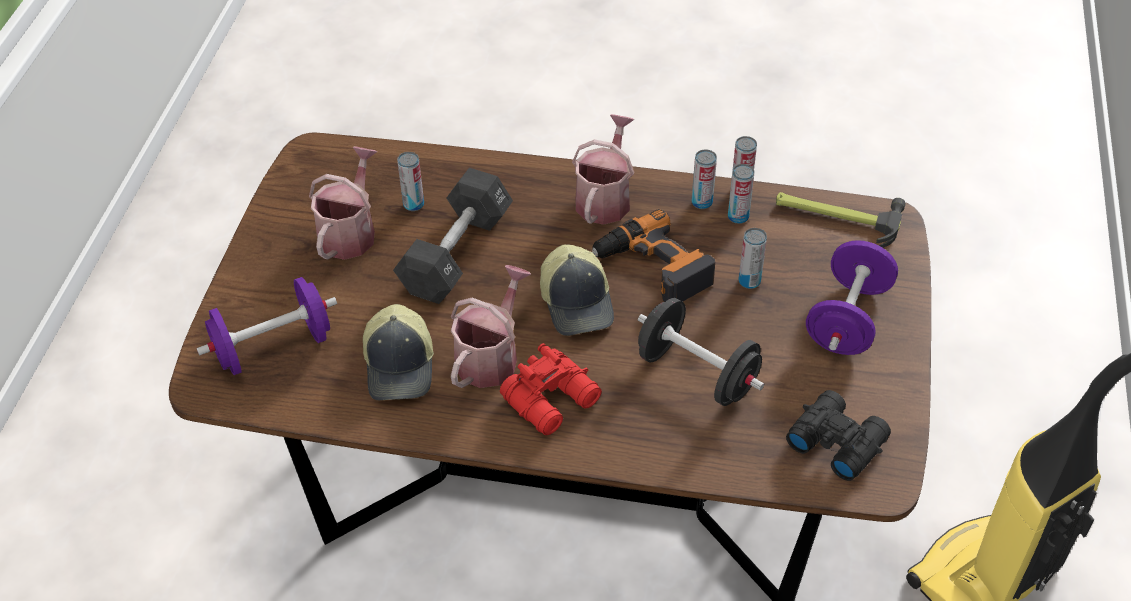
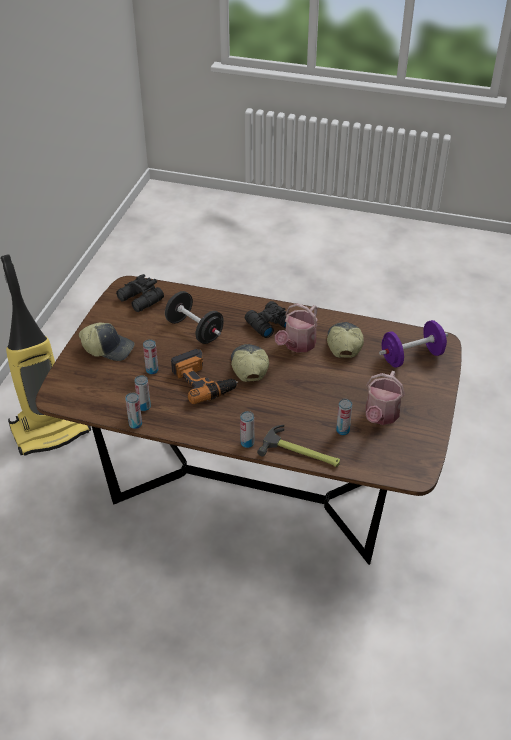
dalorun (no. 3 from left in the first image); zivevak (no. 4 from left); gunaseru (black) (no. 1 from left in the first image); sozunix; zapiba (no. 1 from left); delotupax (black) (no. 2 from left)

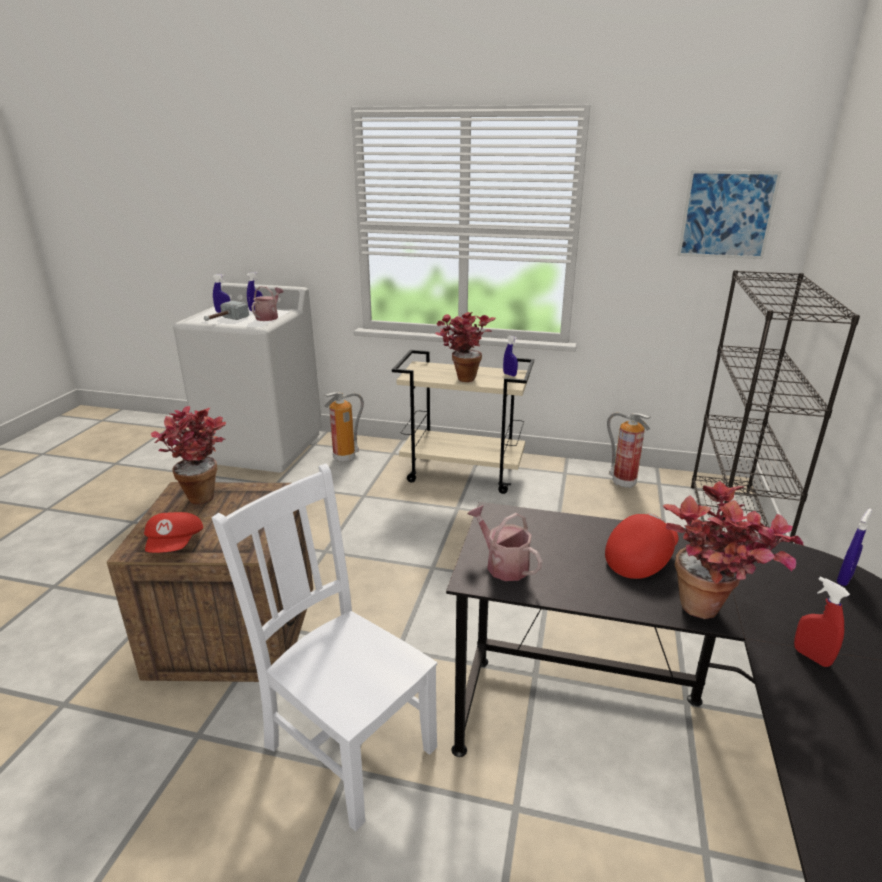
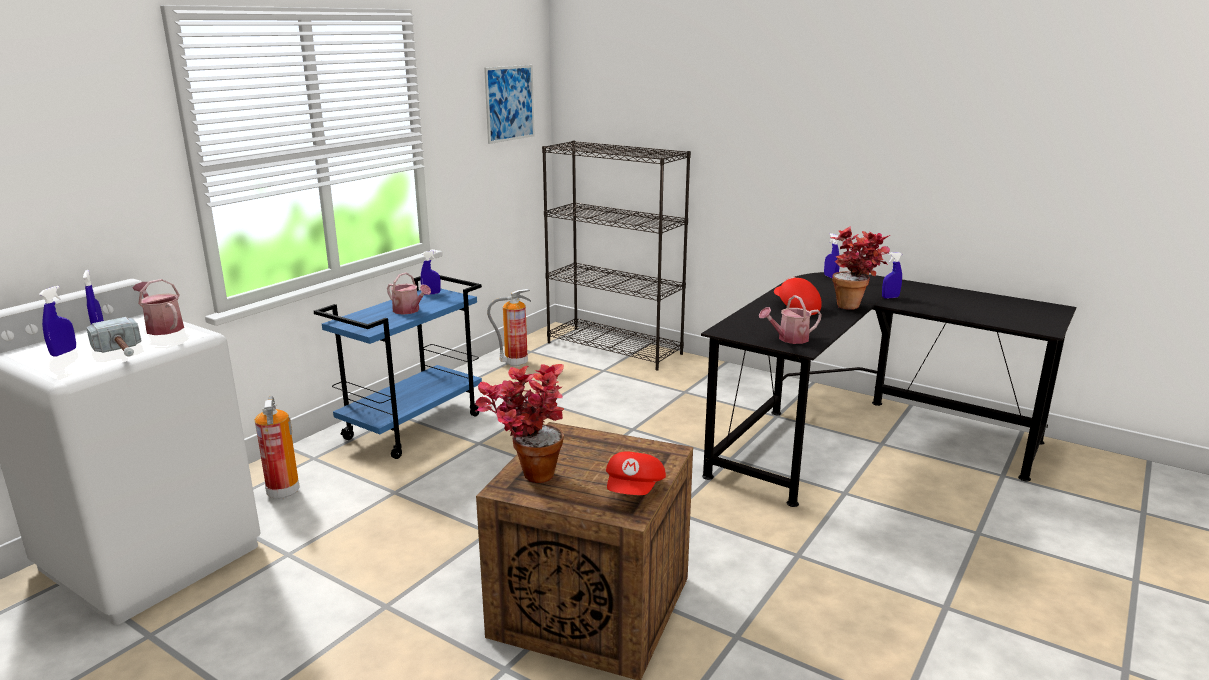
dalorun (no. 2 from left); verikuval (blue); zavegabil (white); zapiba (red) (no. 1 from left); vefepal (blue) (no. 5 from left)

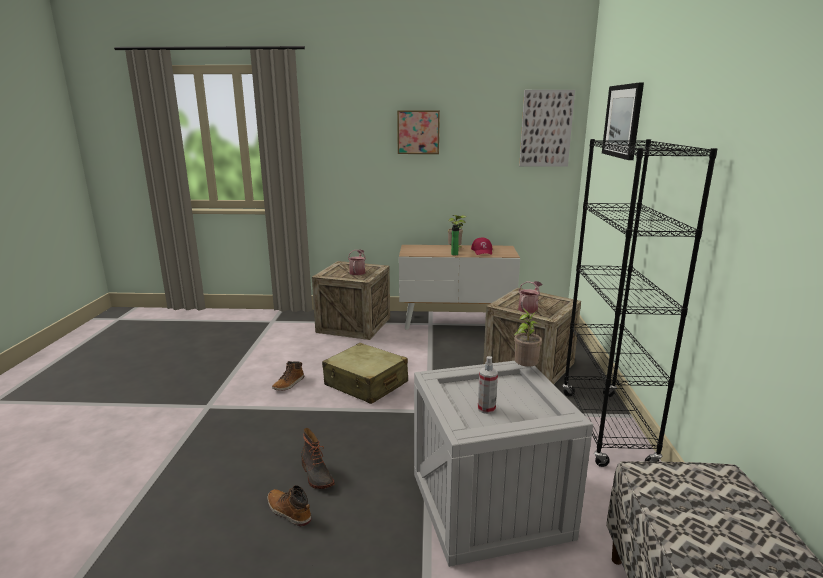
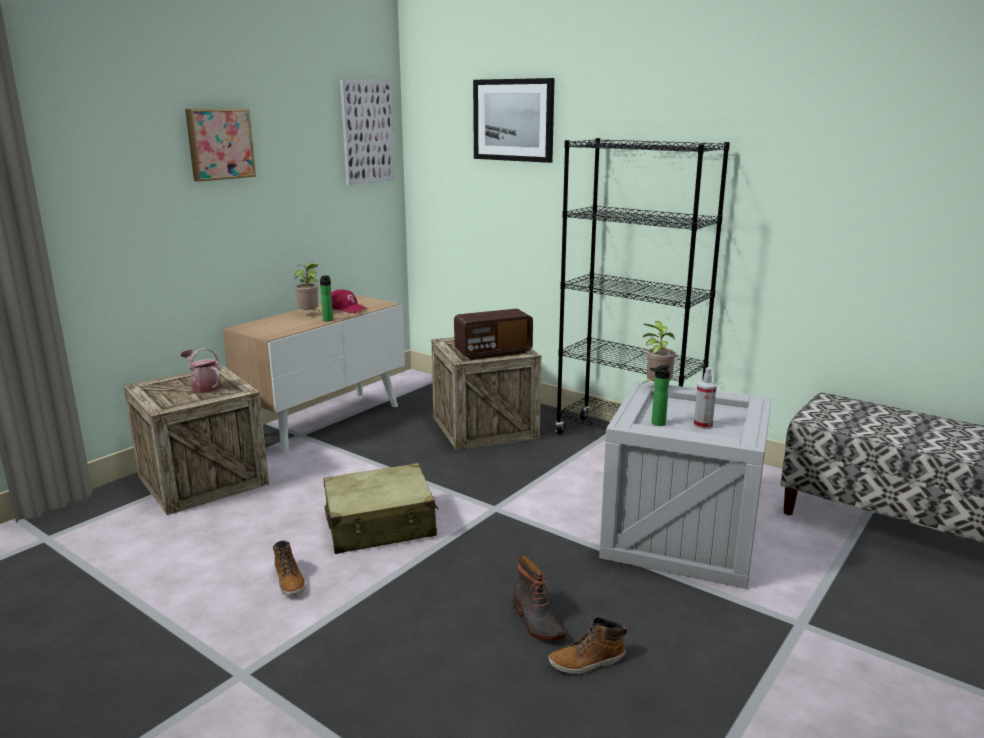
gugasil; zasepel (no. 2 from left); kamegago (no. 2 from left)

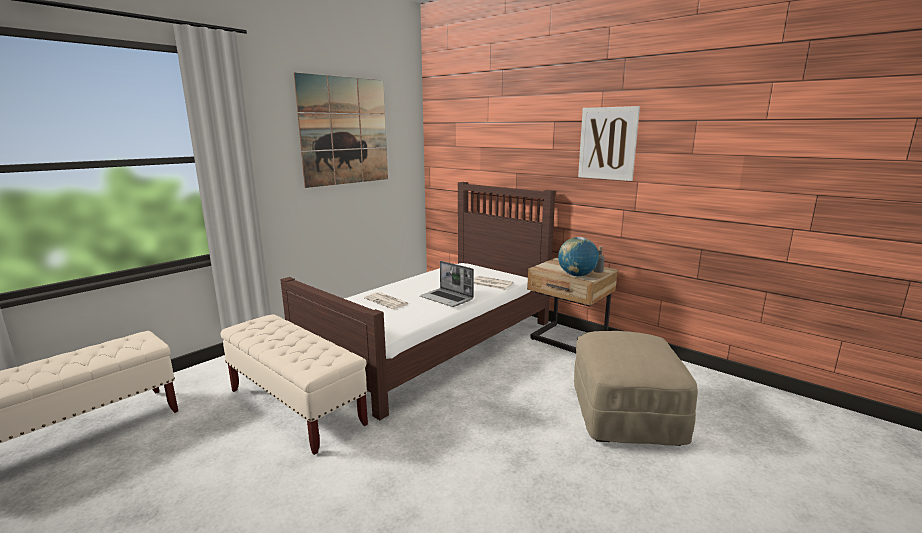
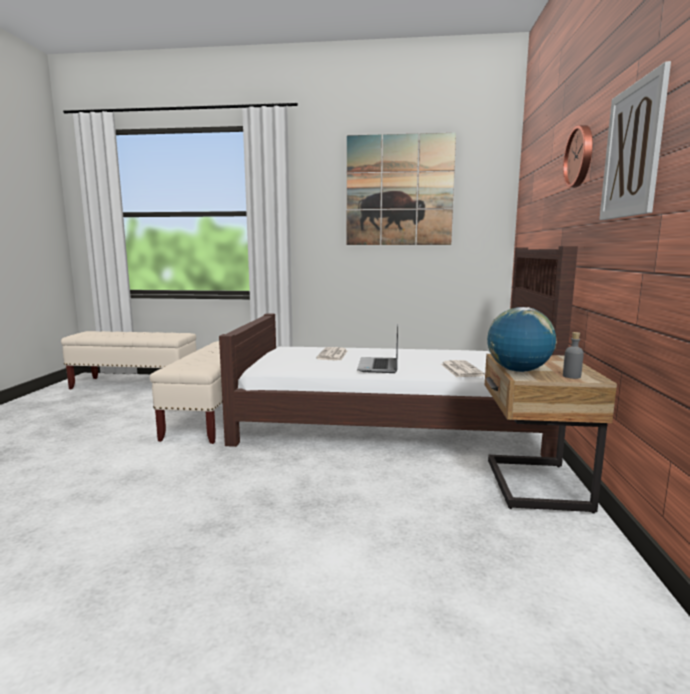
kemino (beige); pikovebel

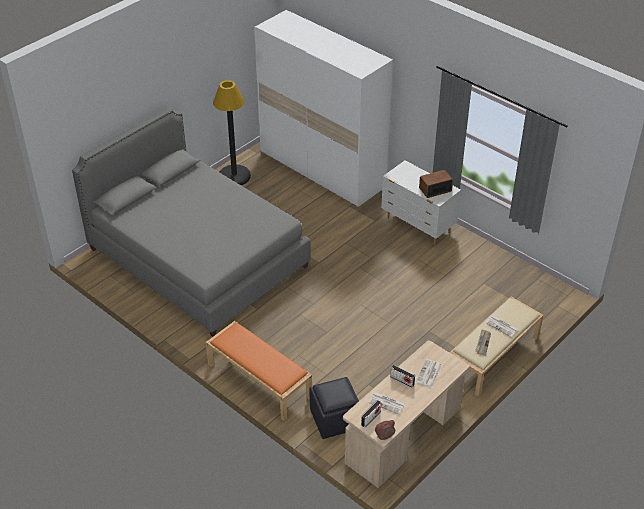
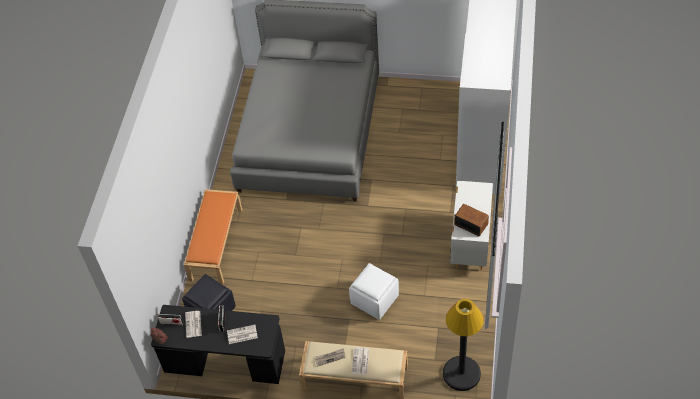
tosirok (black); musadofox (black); kemino (white)

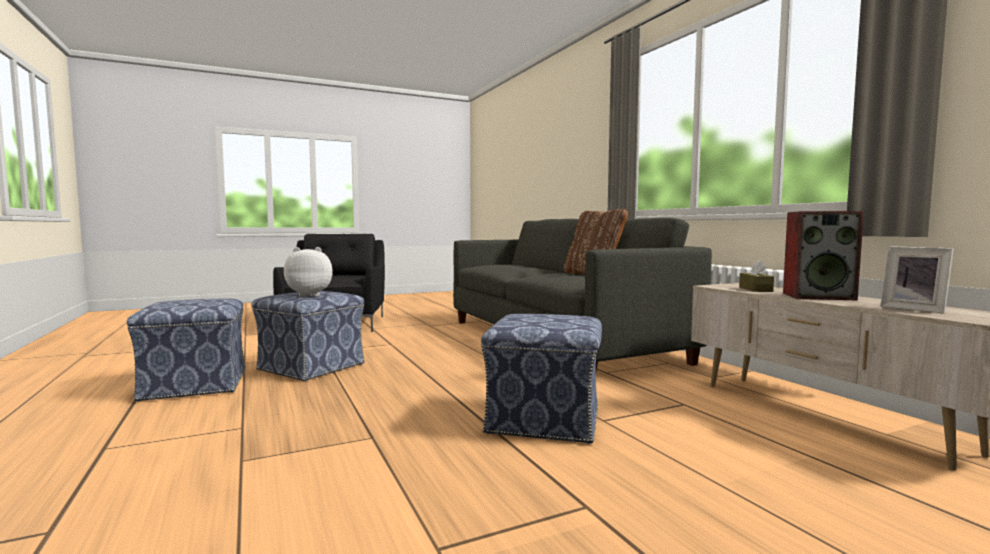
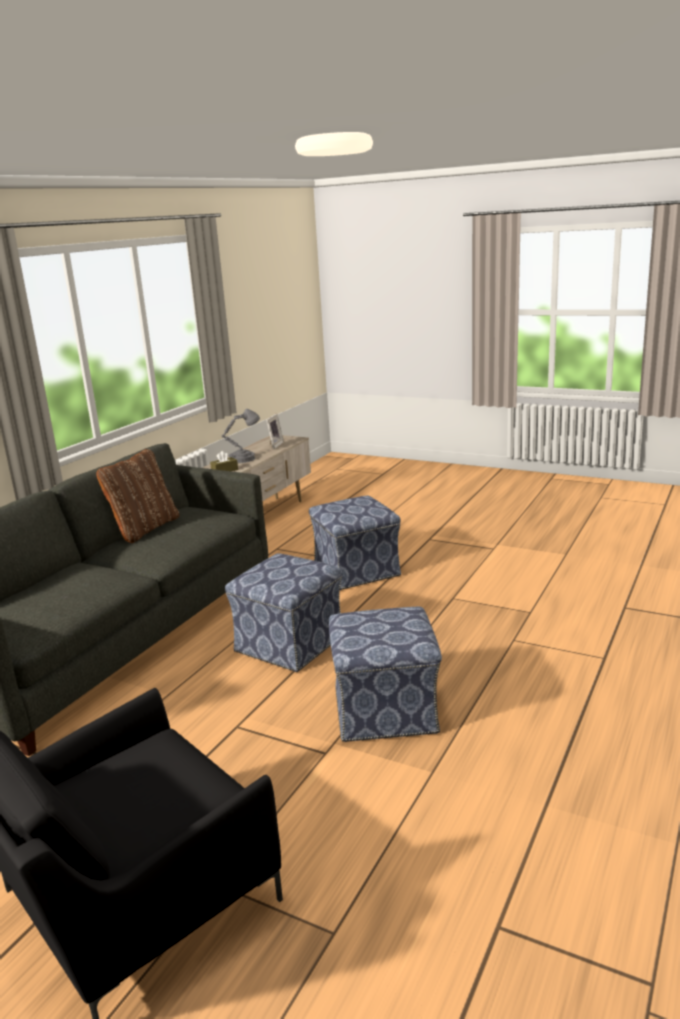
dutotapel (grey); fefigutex; kemino (no. 1 from left)

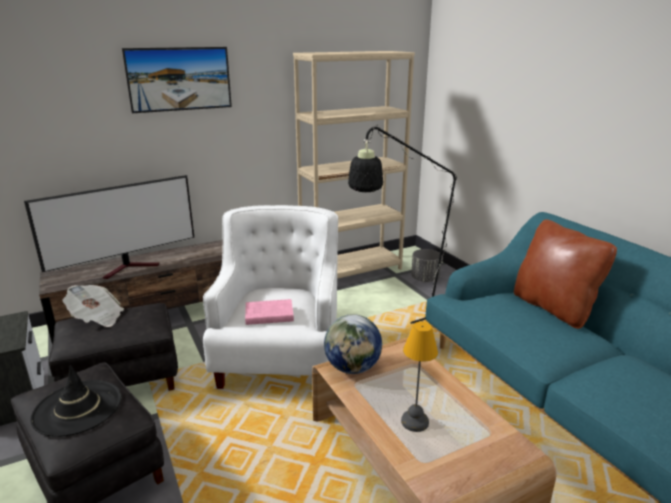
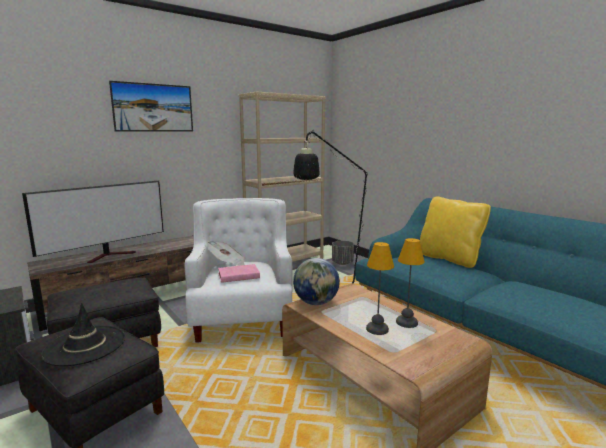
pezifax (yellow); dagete; dutotapel (no. 2 from left)

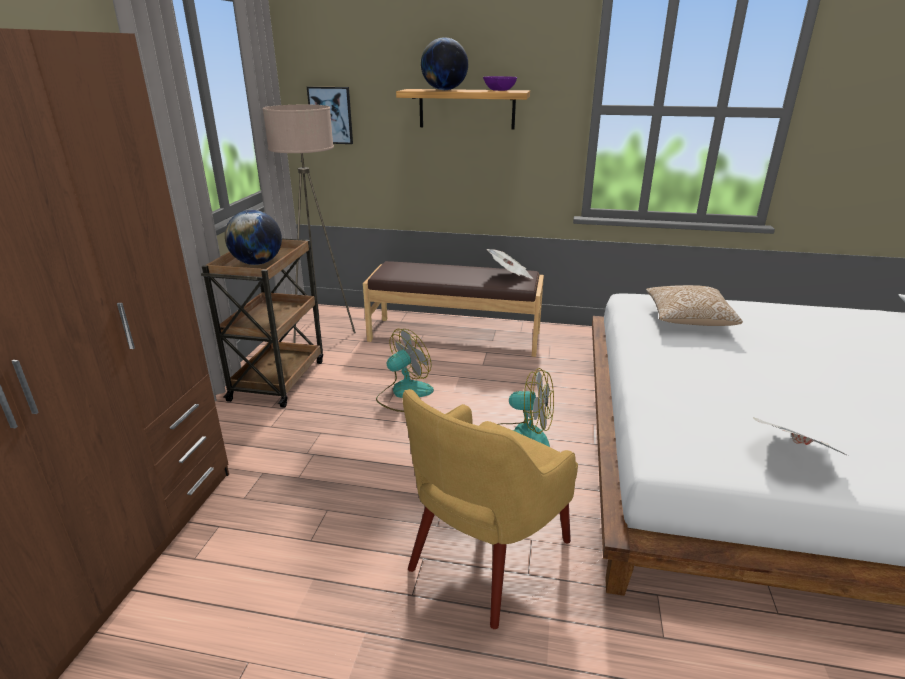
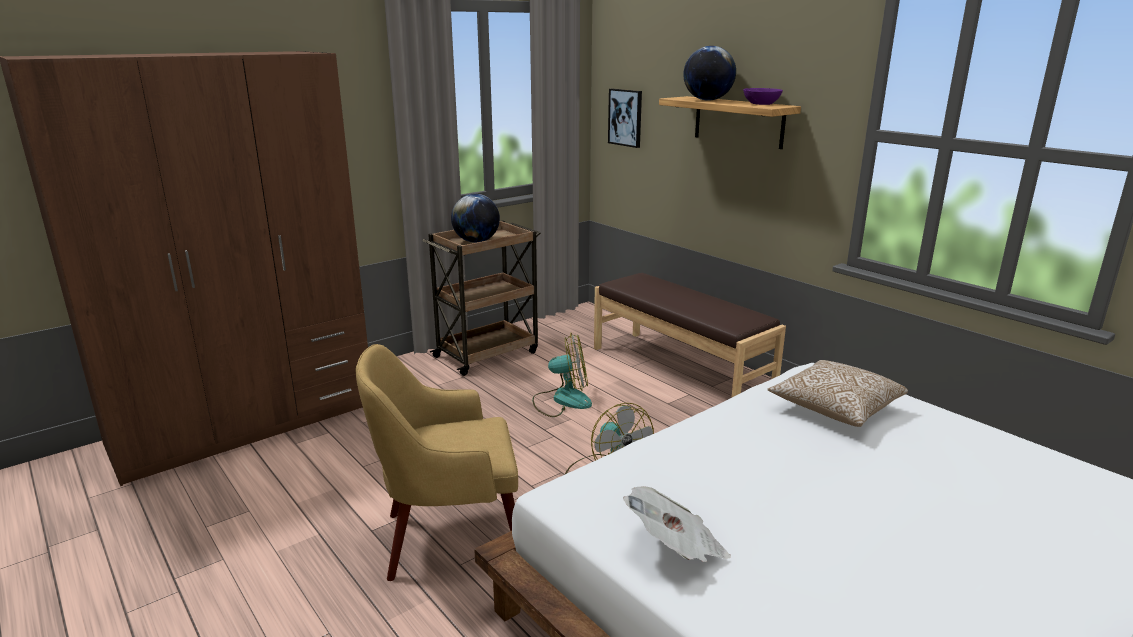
tosirok (beige); dagete (no. 1 from left in the first image)

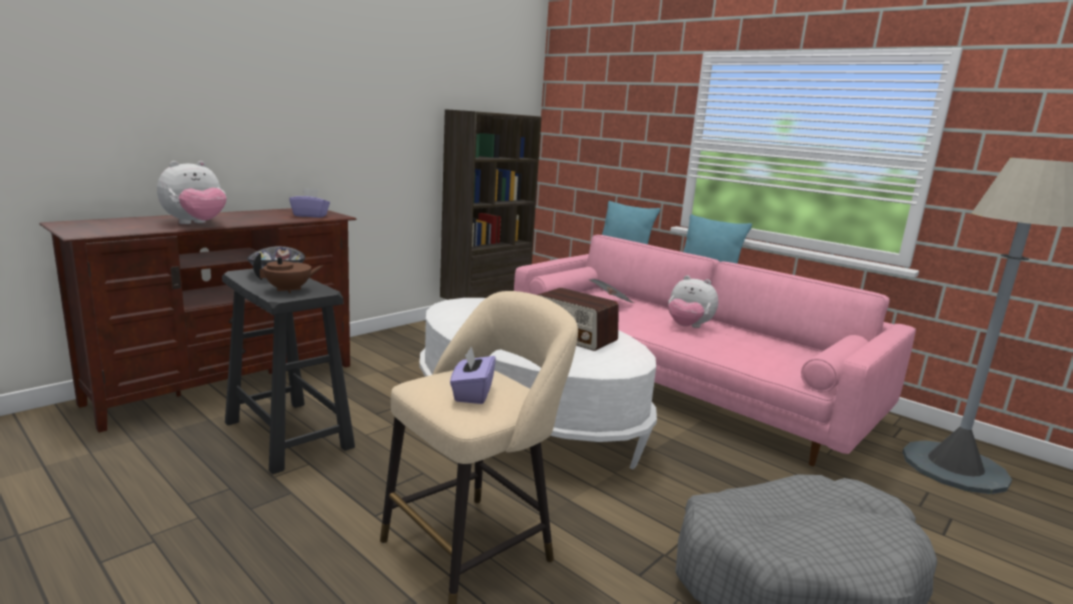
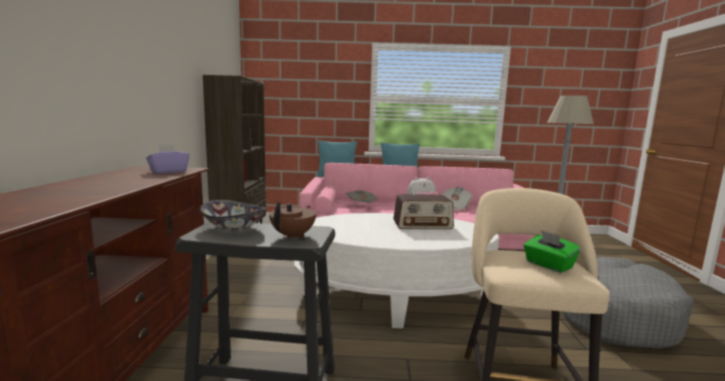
fefigutex (no. 1 from left in the first image); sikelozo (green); dagete (no. 2 from left)

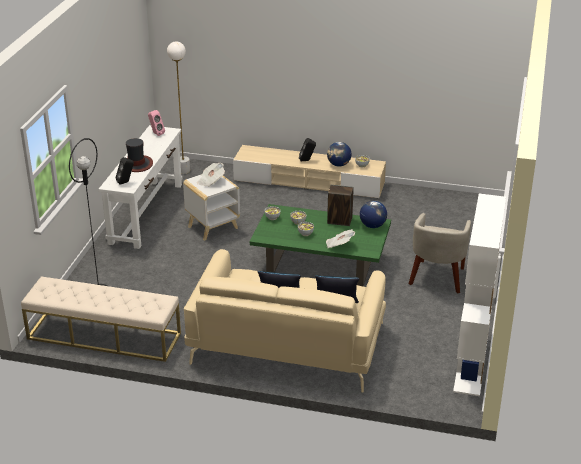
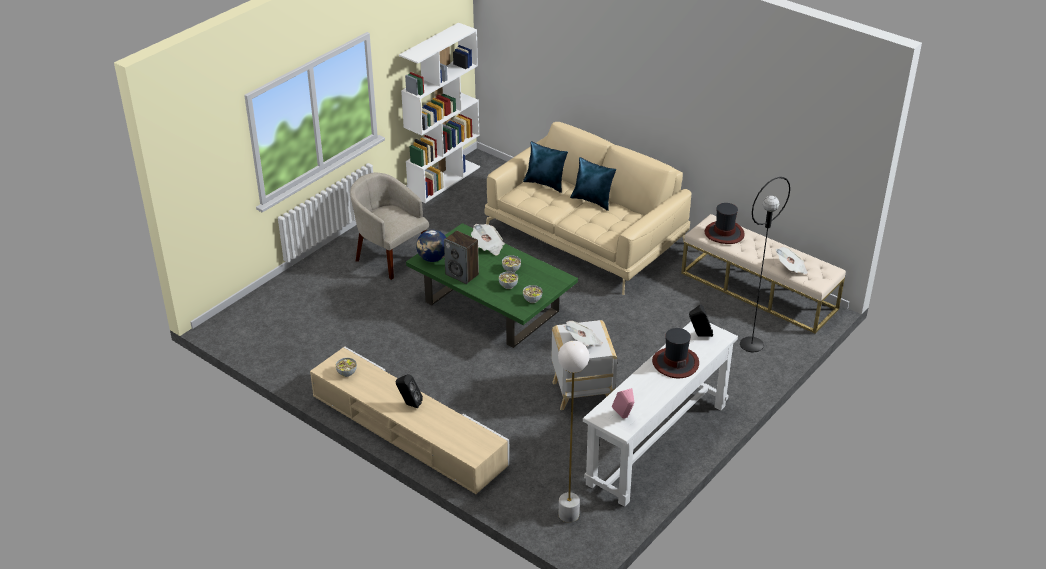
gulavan (no. 1 from left in the first image); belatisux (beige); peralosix (no. 2 from left); dagete (no. 3 from left)

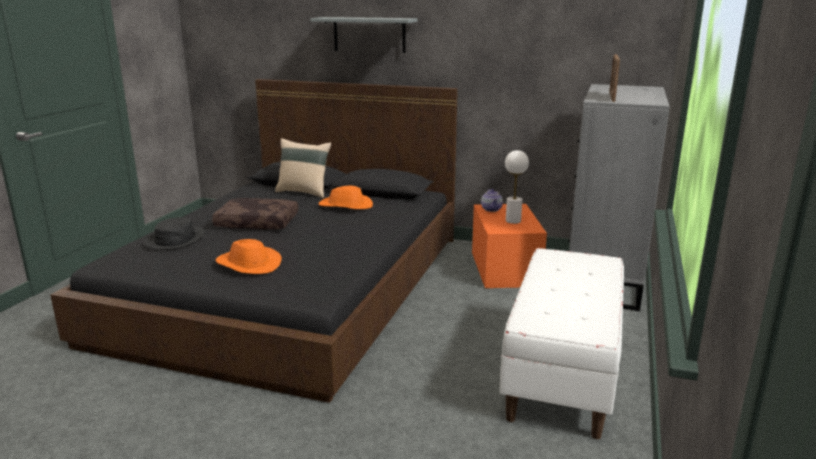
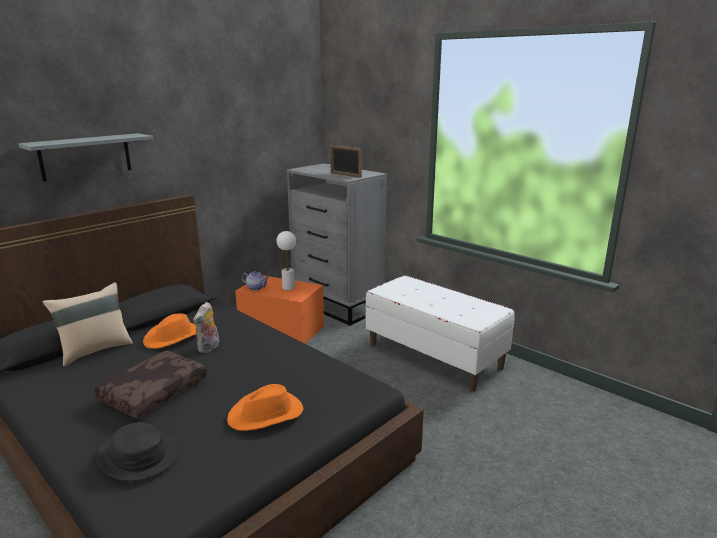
fefigutex

